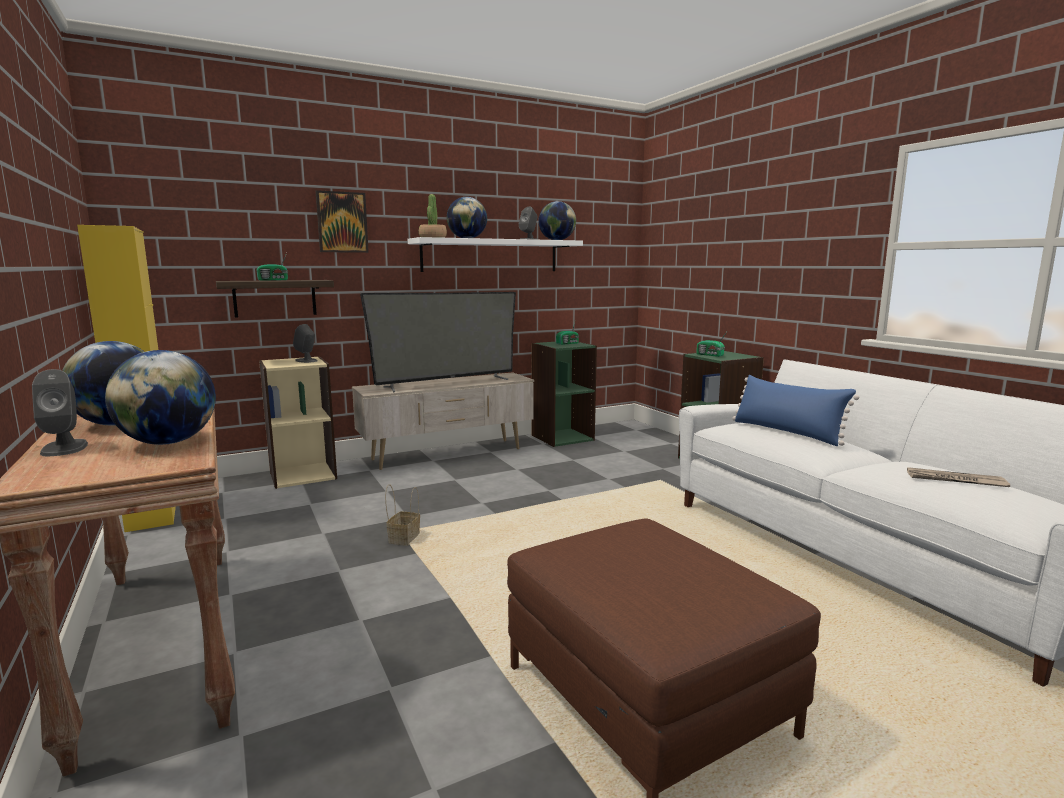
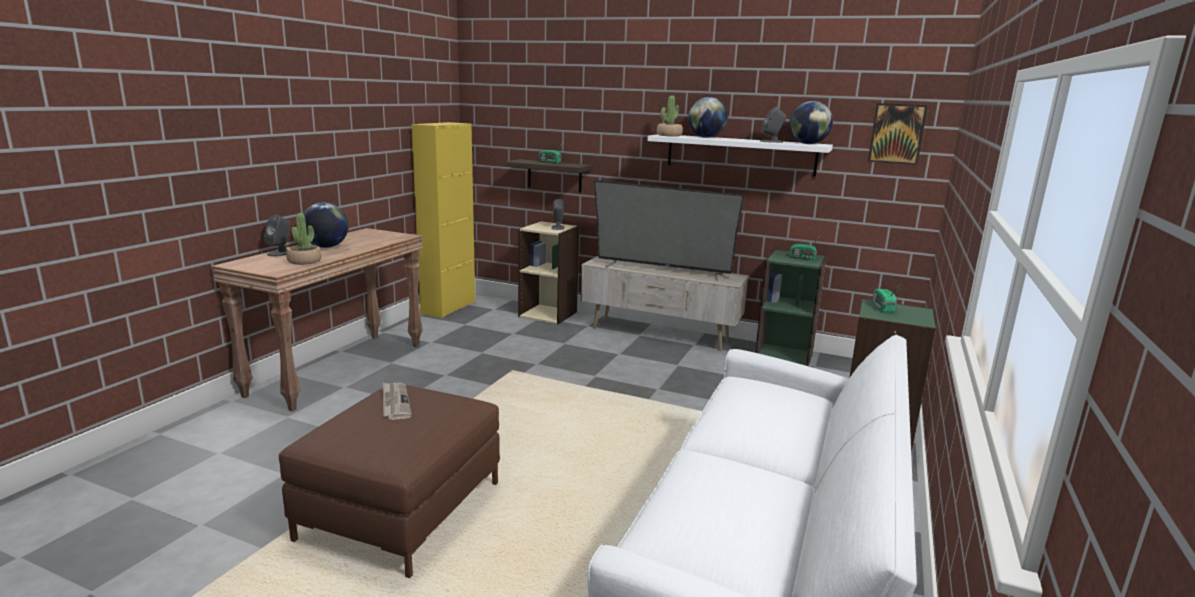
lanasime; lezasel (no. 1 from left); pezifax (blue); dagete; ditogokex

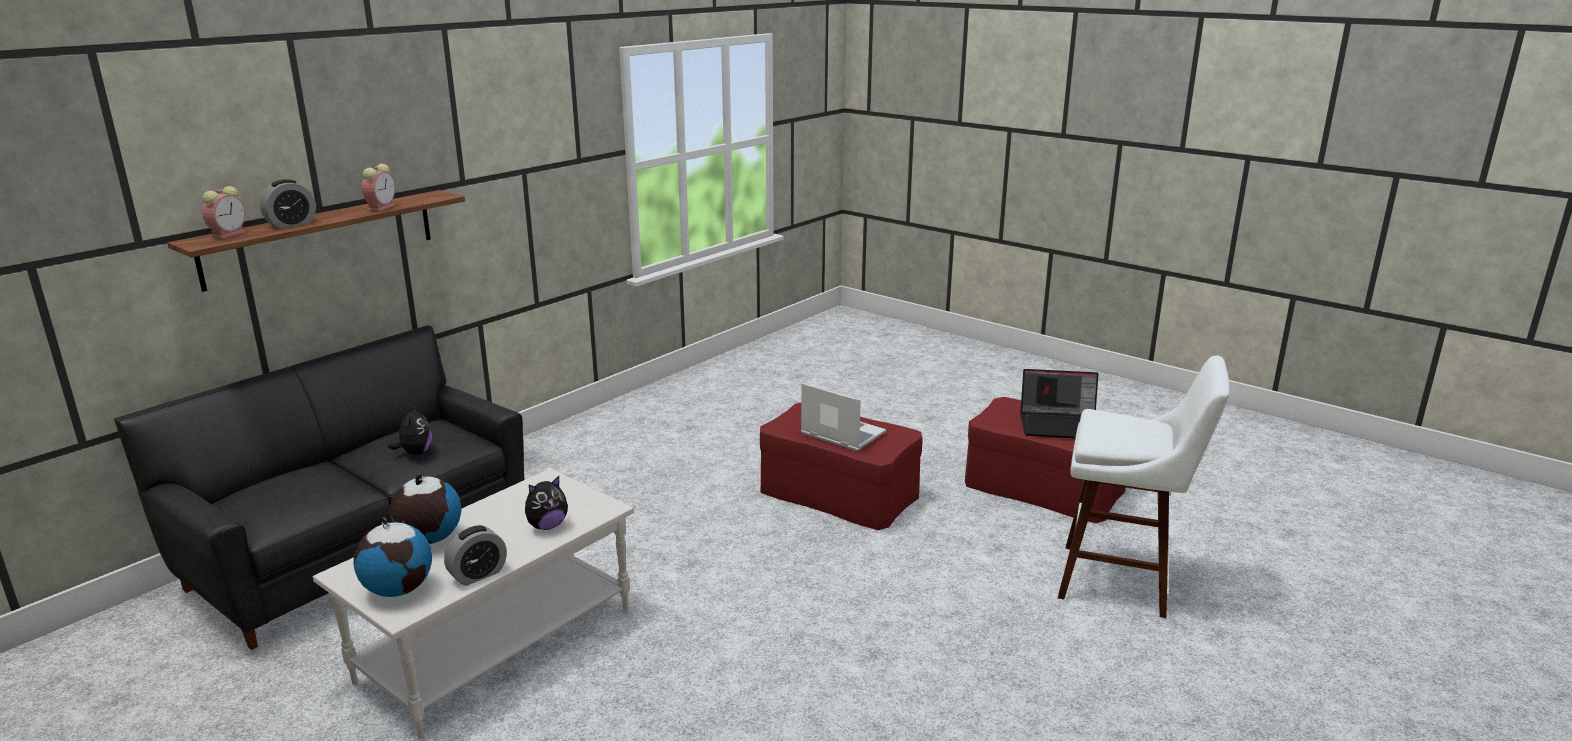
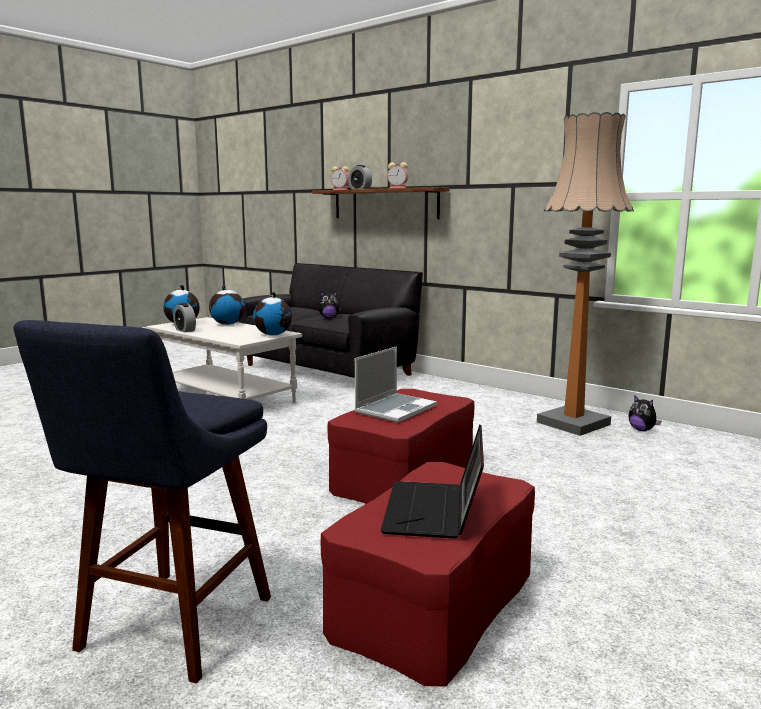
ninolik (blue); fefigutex (no. 2 from left); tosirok; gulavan (no. 3 from left)

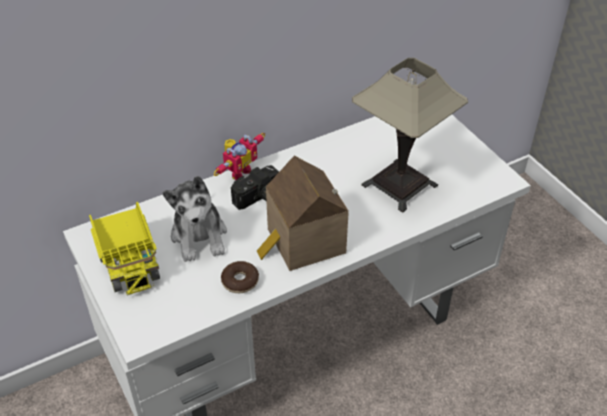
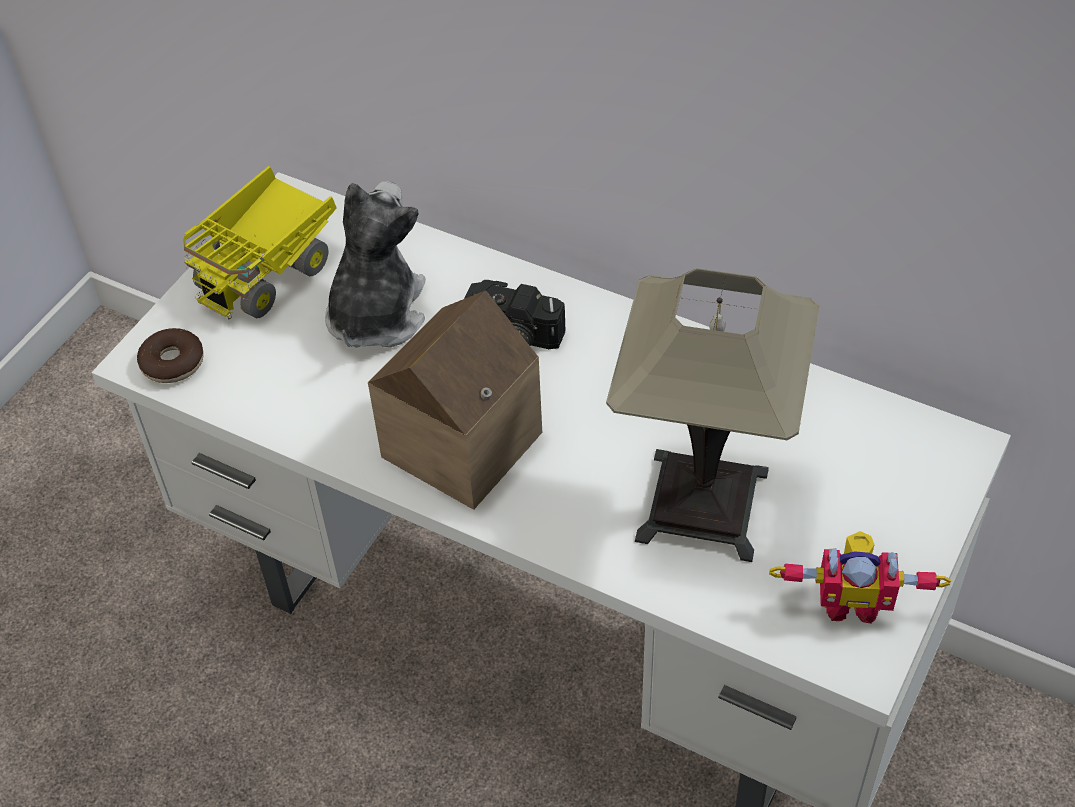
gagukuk; fefigutex; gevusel

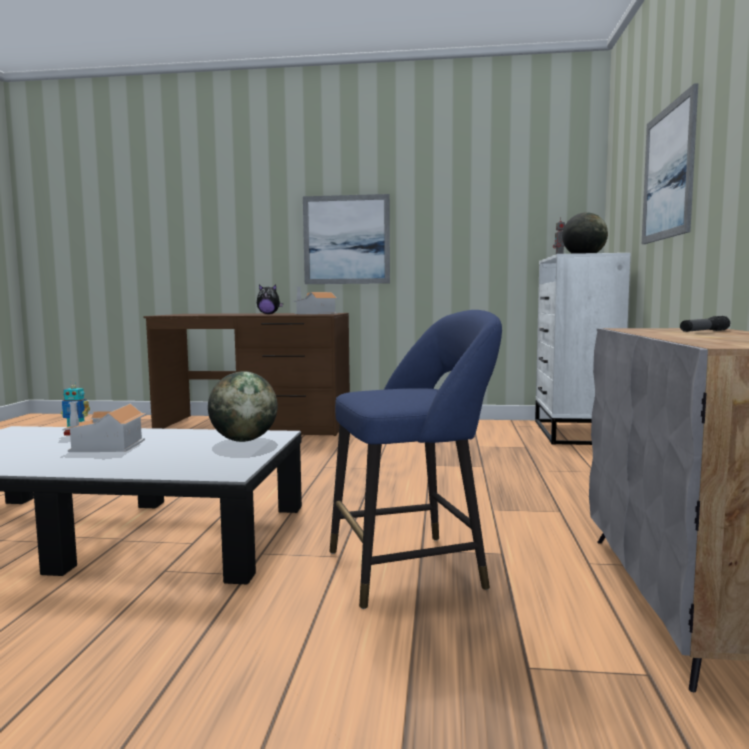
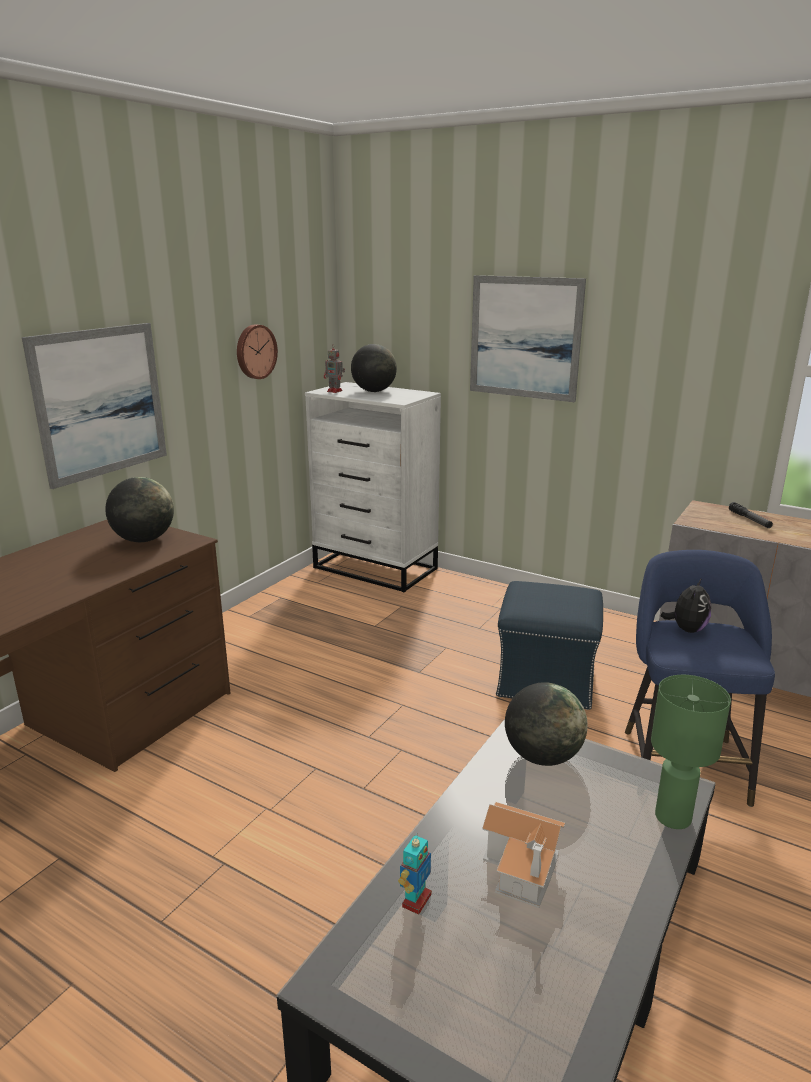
fefigutex; gulavan (no. 1 from left); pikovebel; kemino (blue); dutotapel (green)

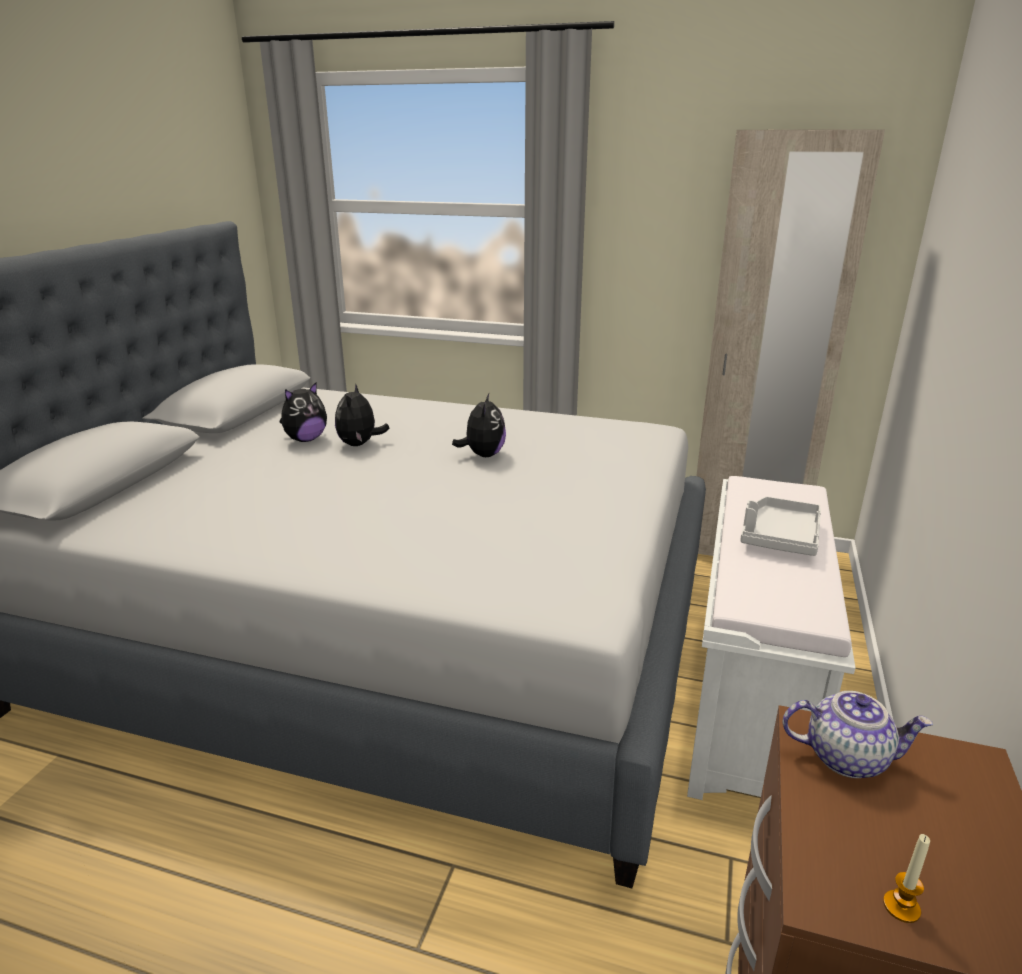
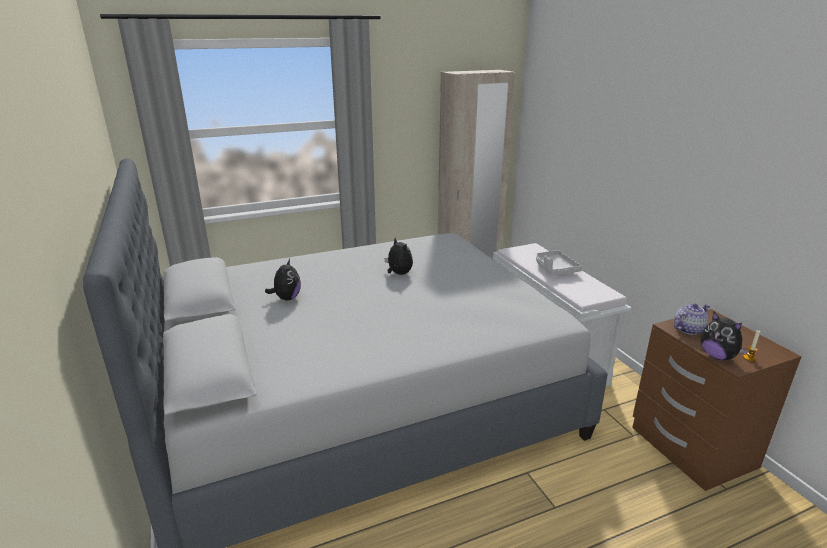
fefigutex (no. 3 from left)

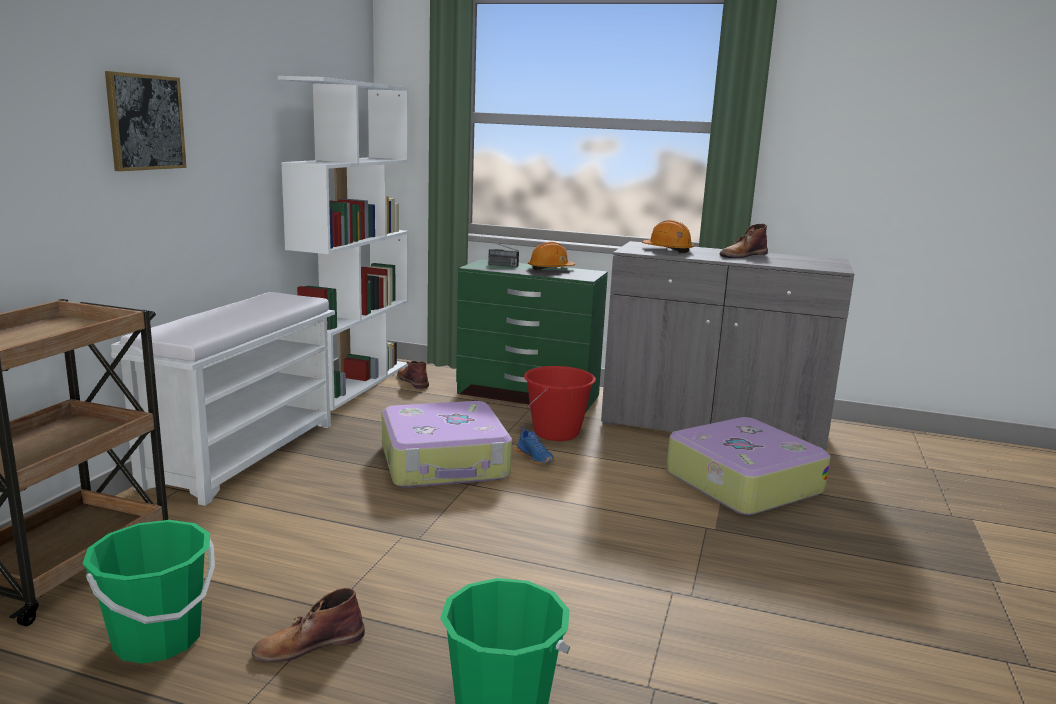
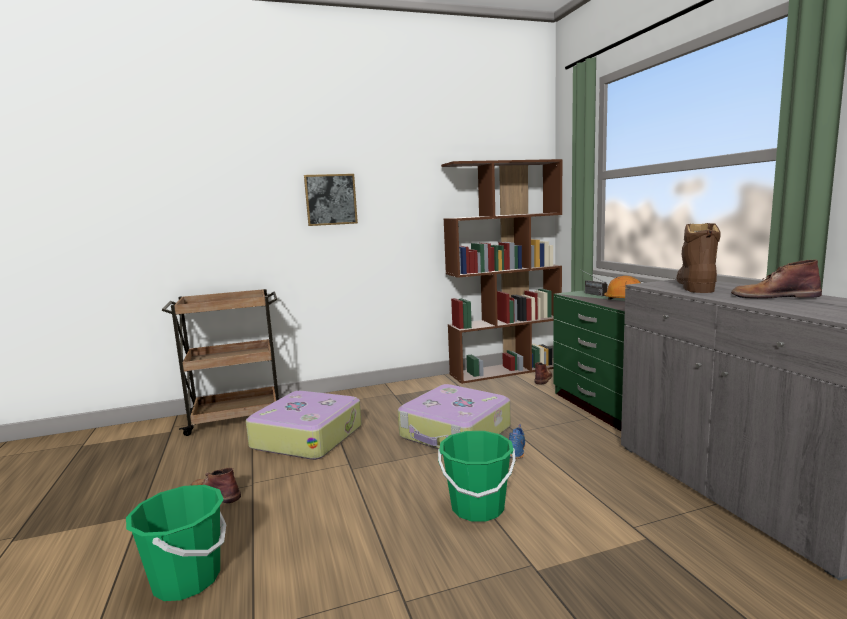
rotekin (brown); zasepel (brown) (no. 3 from left); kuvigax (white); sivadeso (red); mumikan (no. 1 from left); sivadeso (green) (no. 2 from left)

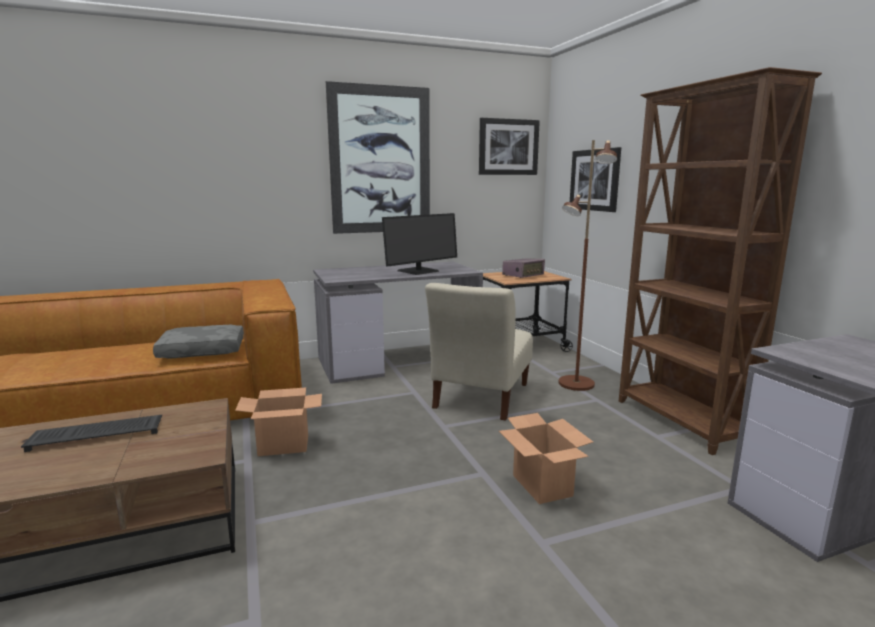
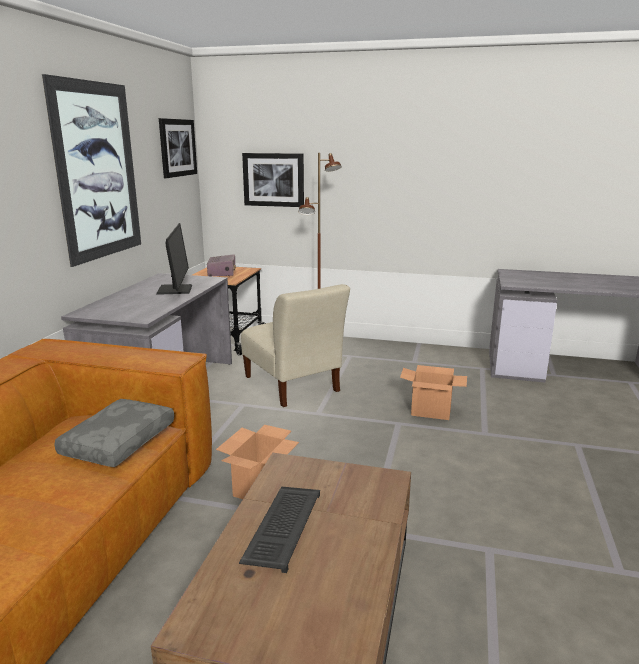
rotekin (brown)

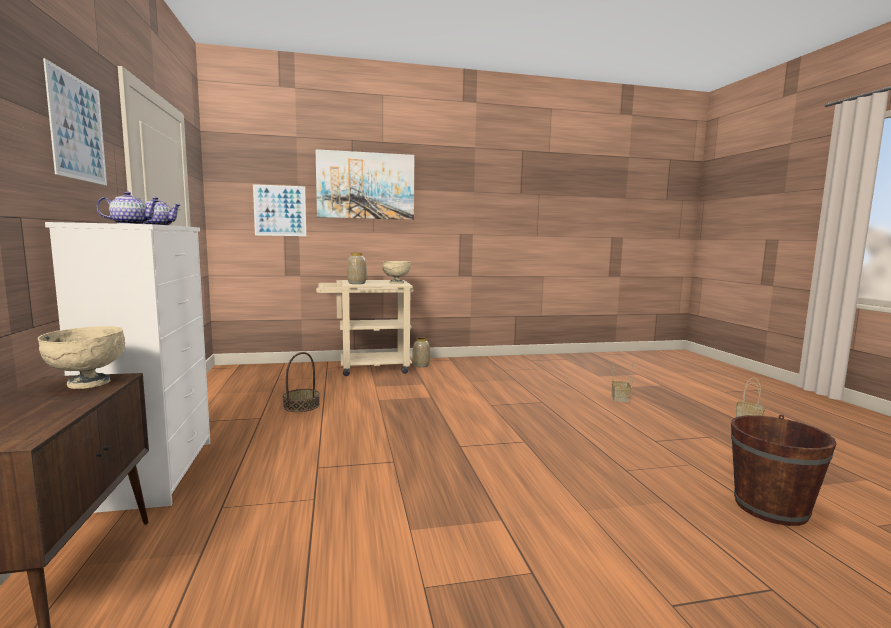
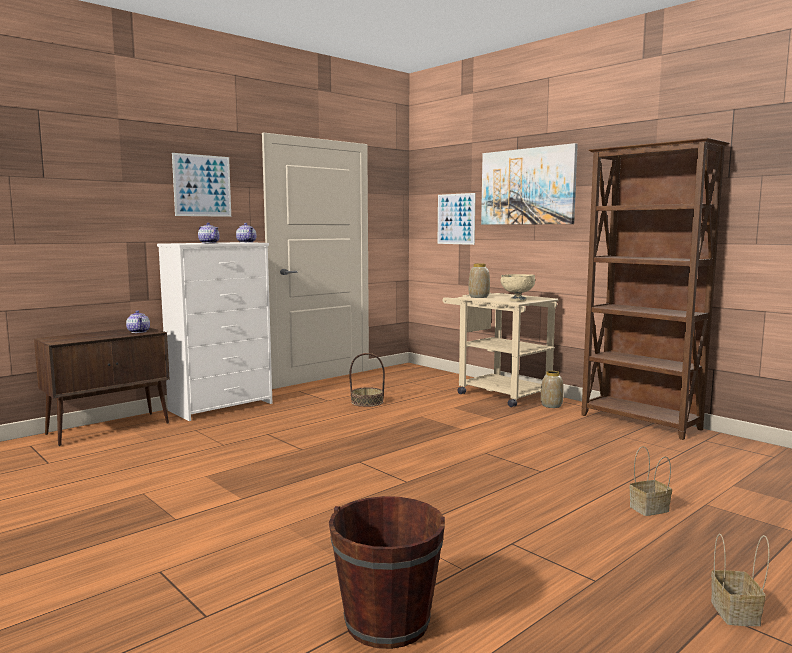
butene (no. 1 from left); rotekin (brown)

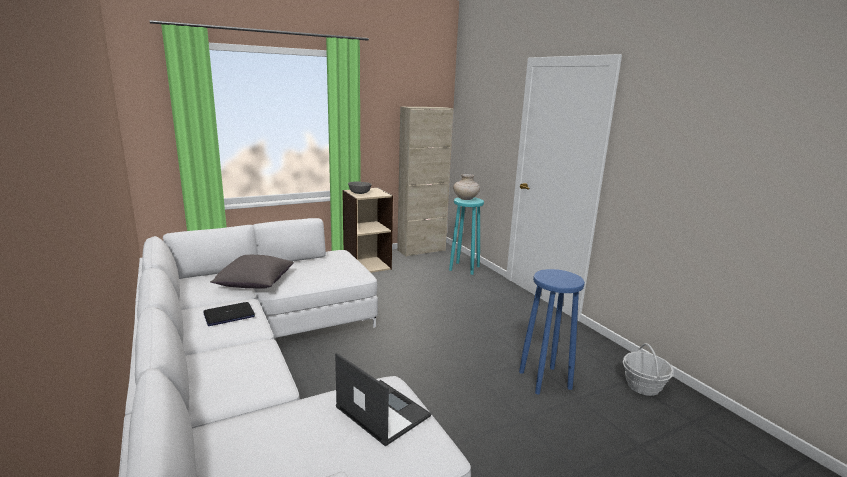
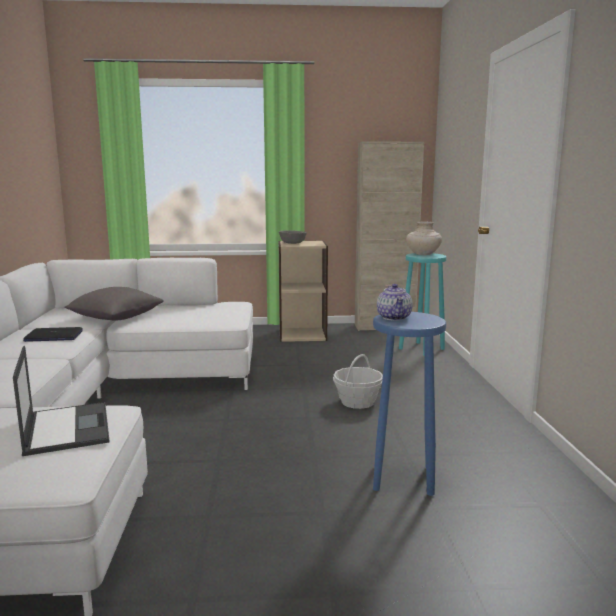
ditogokex; butene

